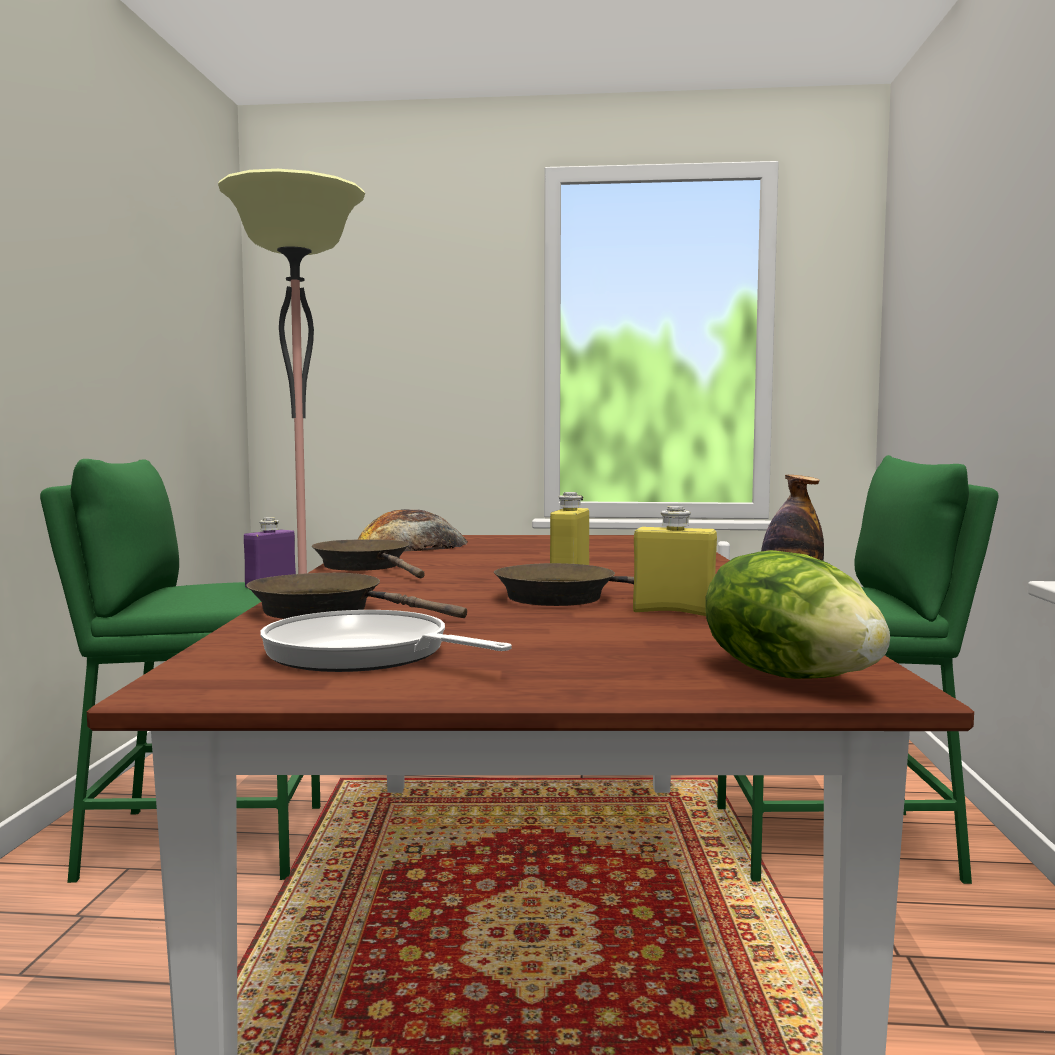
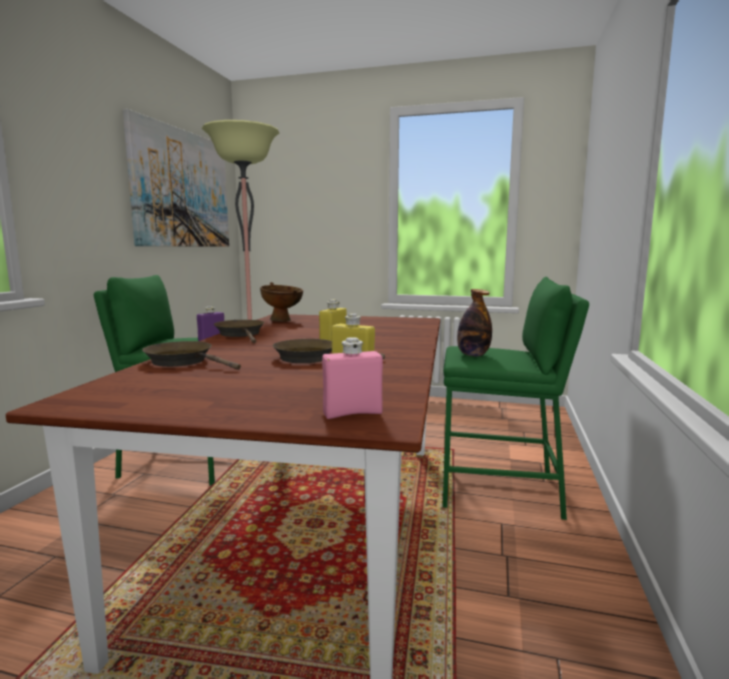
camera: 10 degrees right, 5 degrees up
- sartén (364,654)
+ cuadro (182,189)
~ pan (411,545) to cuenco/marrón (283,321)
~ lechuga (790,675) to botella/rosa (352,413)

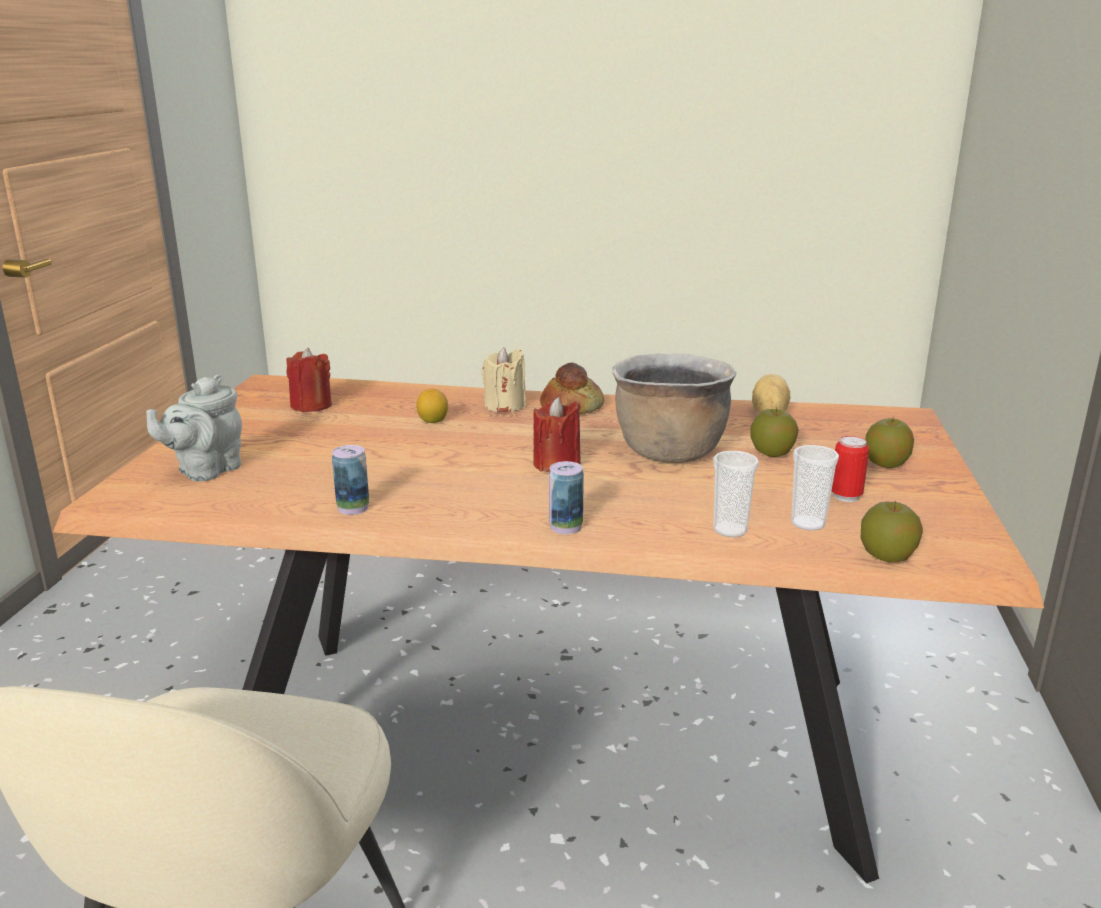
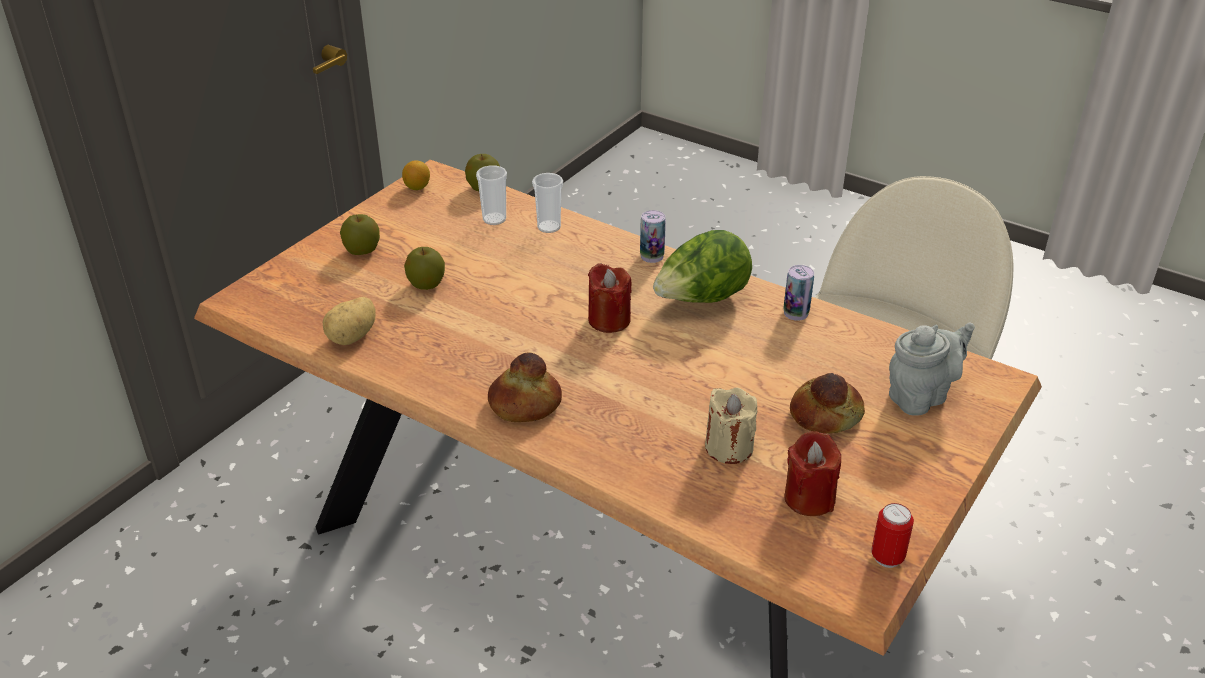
camera: 155 degrees left, 15 degrees up
- olla/marrón (668,452)
+ lechuga (701,300)
+ pan (825,414)
~ limón (433,421) to (417,187)
~ vela/beis (504,406) to (729,447)
~ lata (845,496) to (887,557)

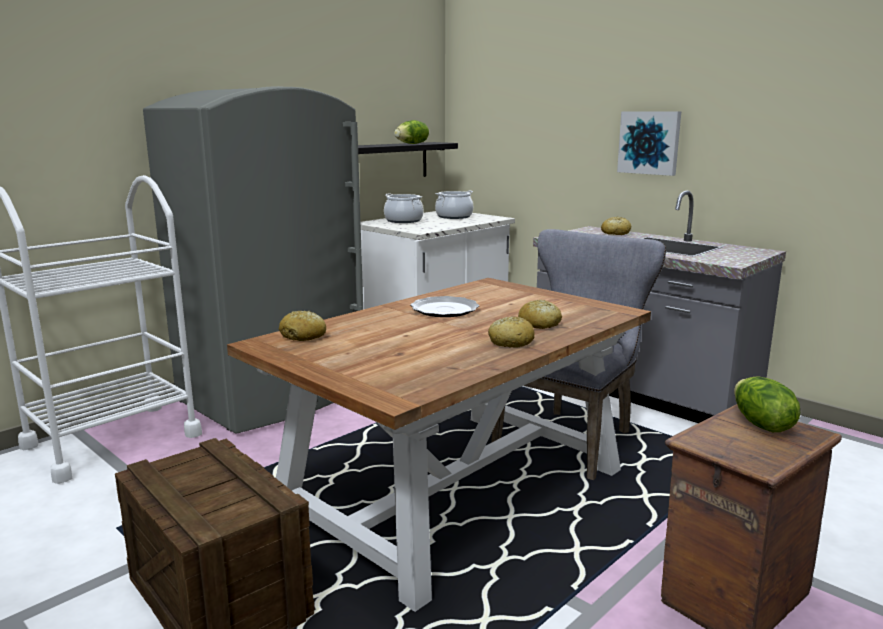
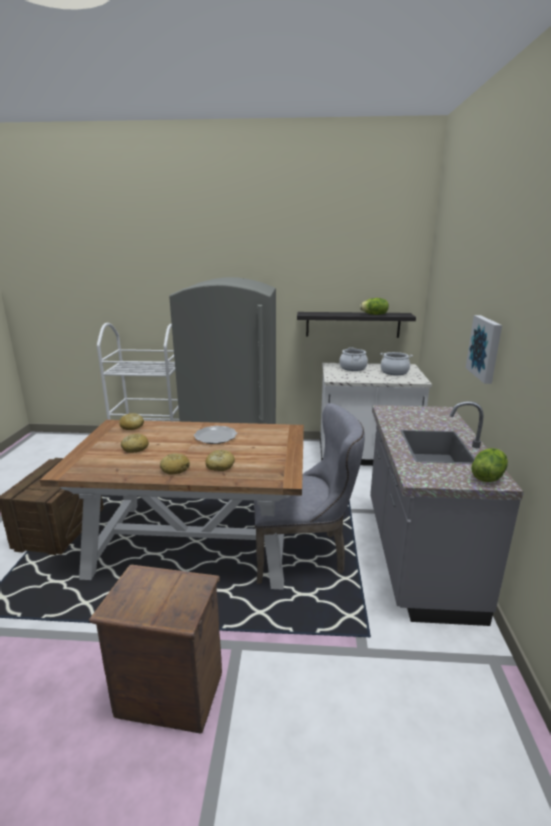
camera: 50 degrees right, 5 degrees up
~ pan (615,233) to (135,448)
~ lechuga (760,424) to (487,477)

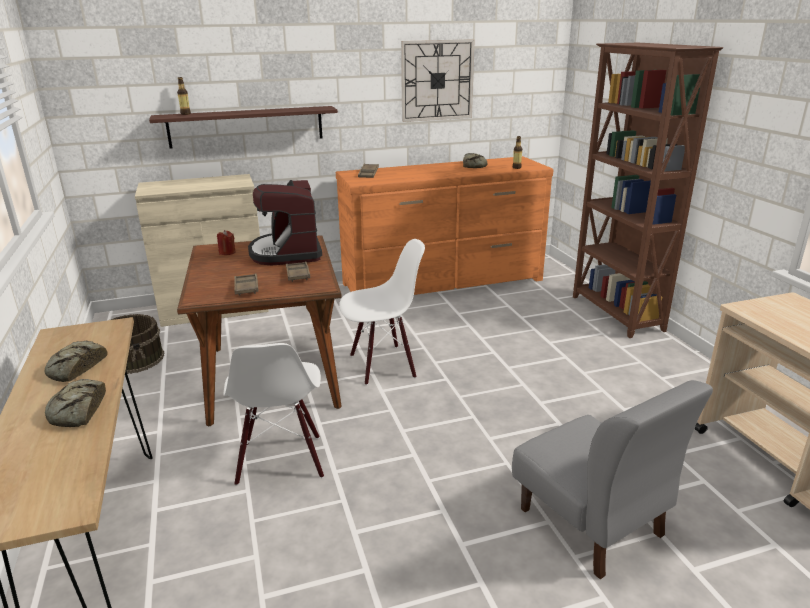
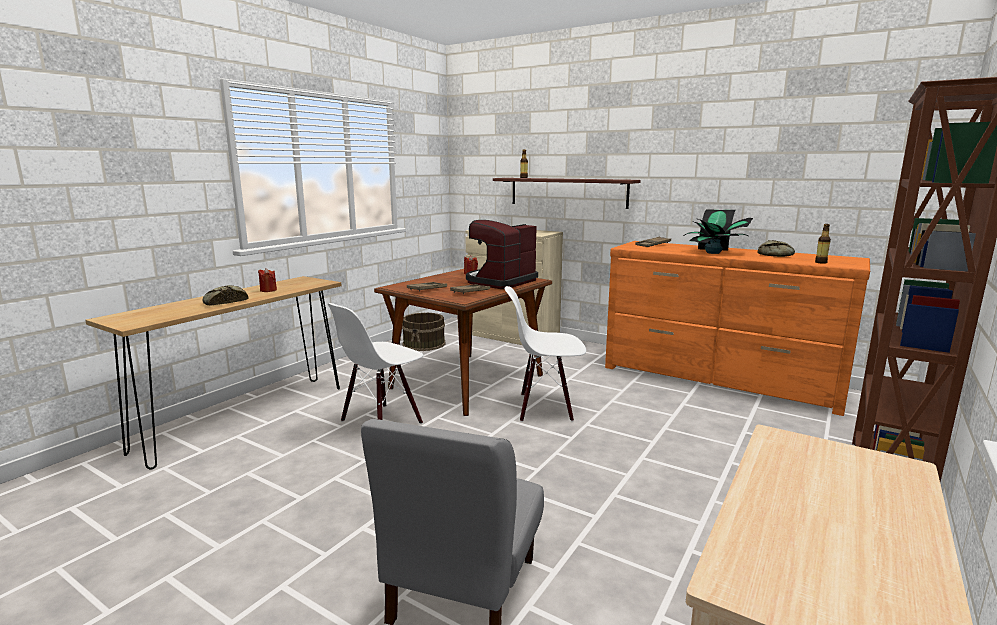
camera: 50 degrees right, 10 degrees down
- reloj de pared (437,80)
+ planta en maceta (714,253)
~ pan (75,368) to vela/rojo (268,290)
~ silla/blanco (383,365) = (545,407) 150 degrees clockwise

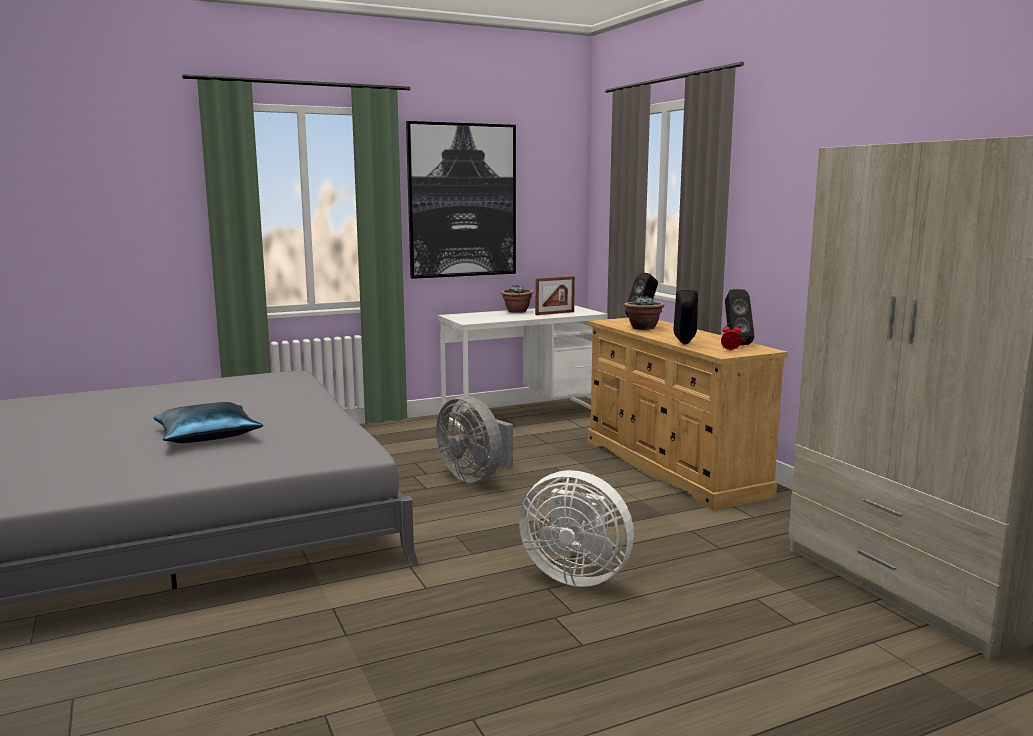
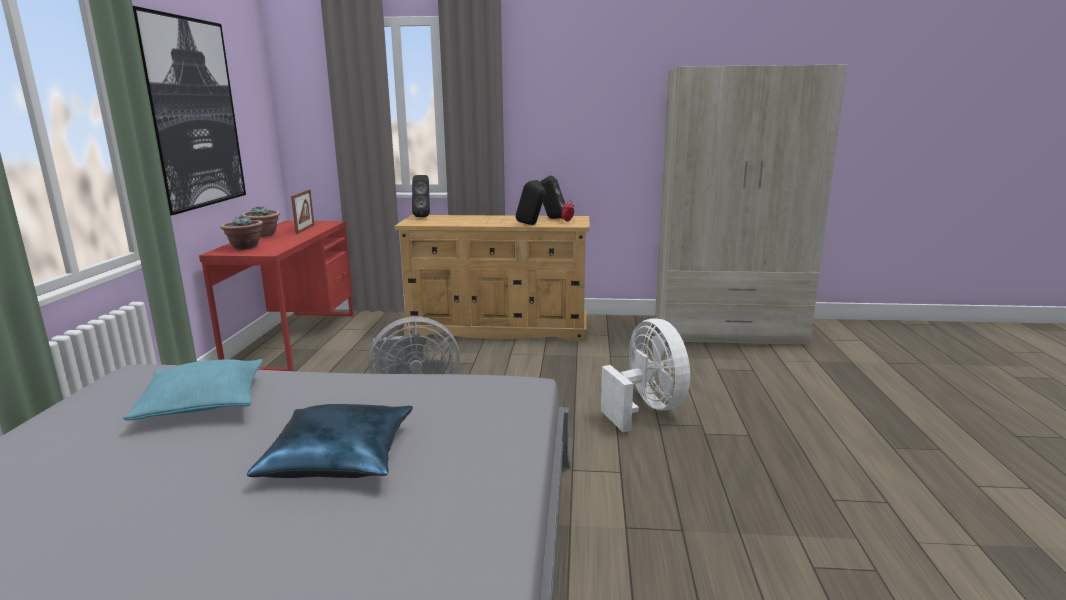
camera: 60 degrees left, 5 degrees up
+ cojín/turquesa (203,402)
~ planta en maceta (643,328) to (245,247)
~ escritorio/blanco (523,414) to escritorio/rojo (295,339)
~ ventilador/blanco (575,575) = (646,409) 75 degrees counterclockwise

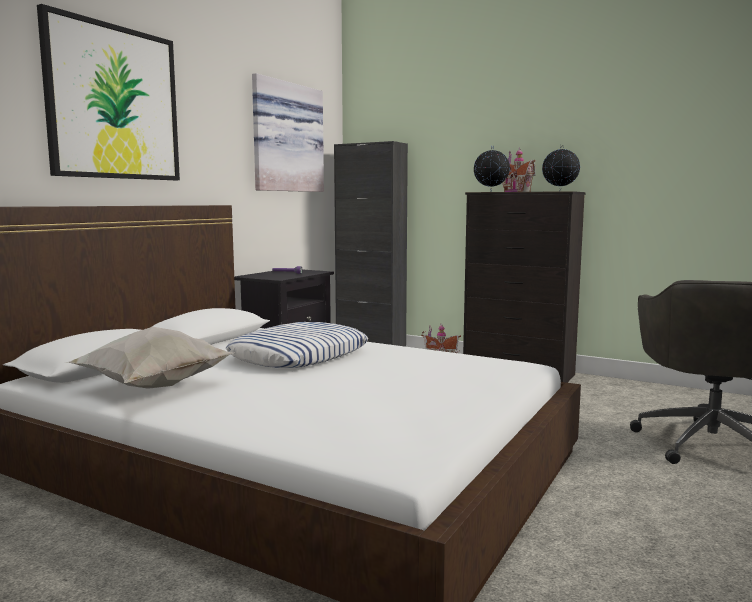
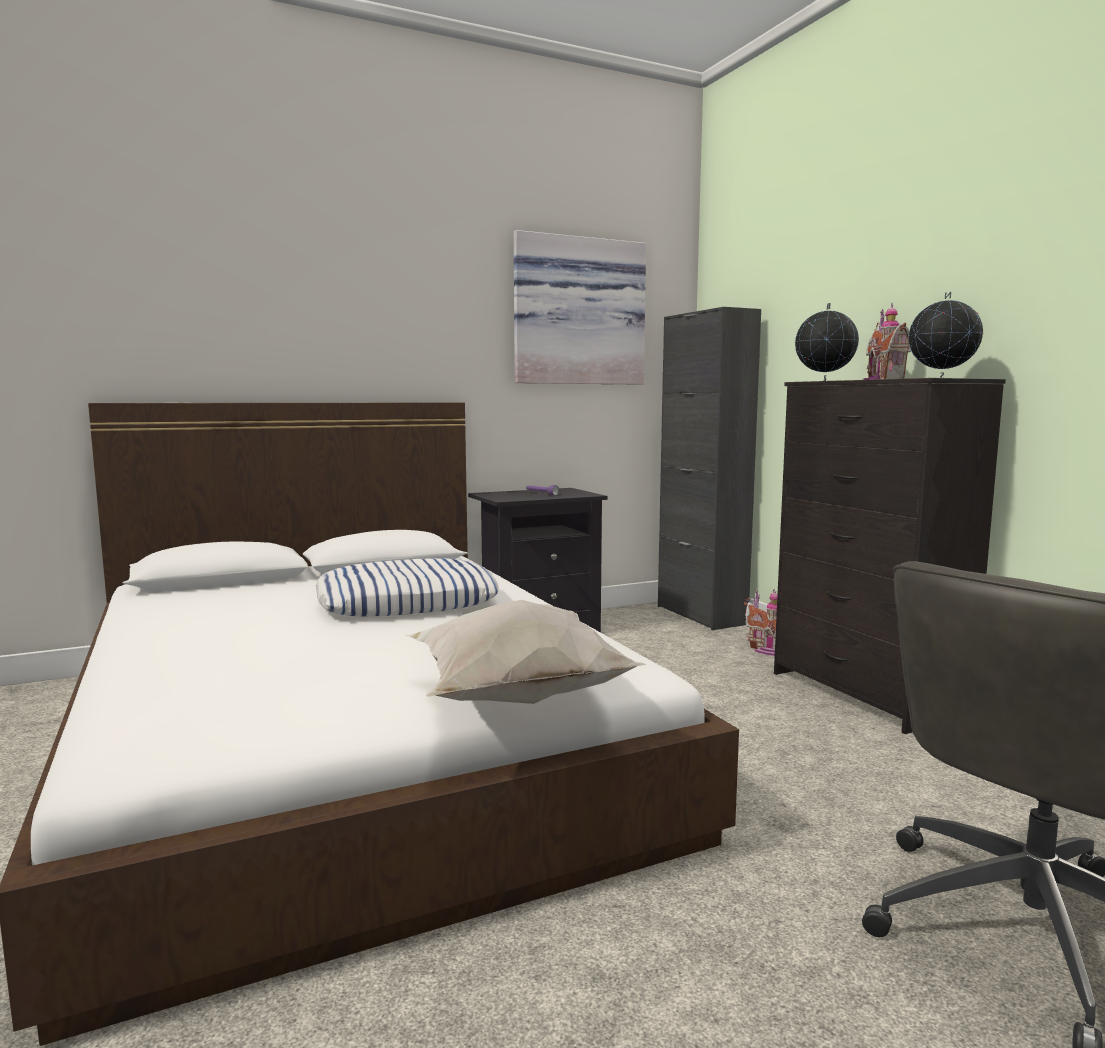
camera: 35 degrees right, 0 degrees up
- cuadro (114,103)
~ cojín/blanco (152,388) to (516,697)

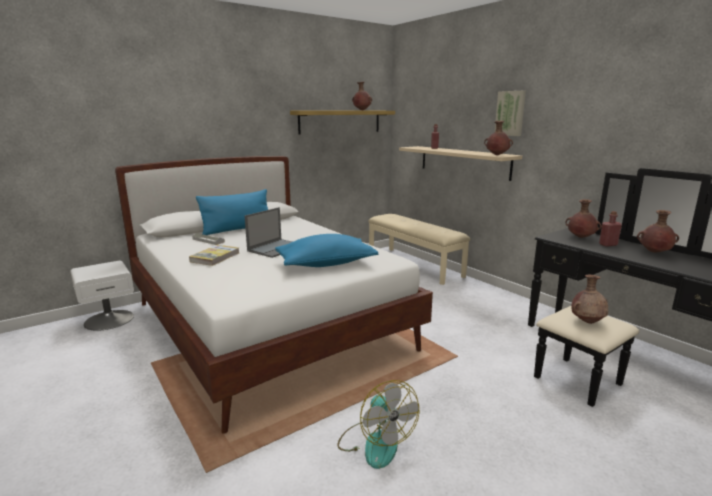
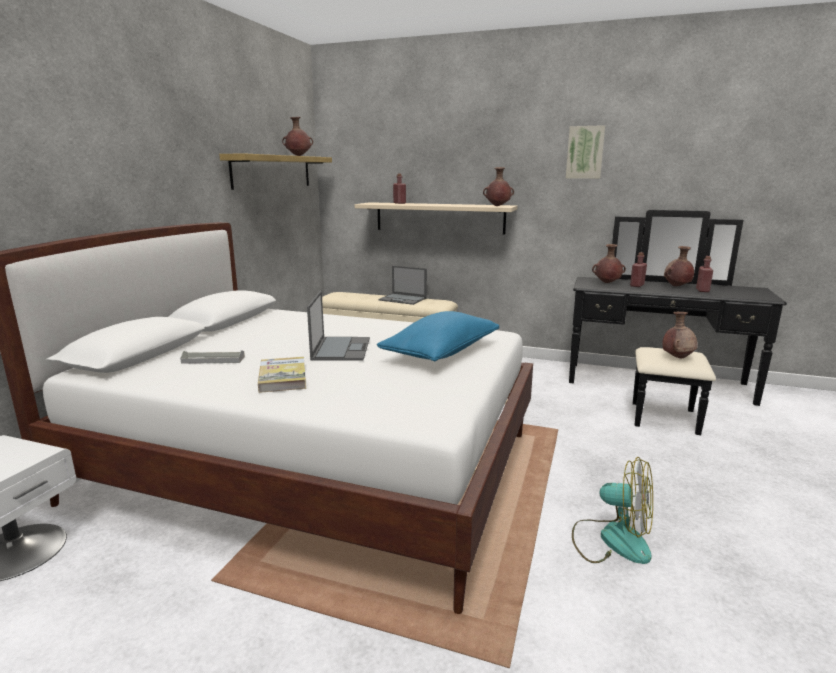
camera: 35 degrees left, 0 degrees up
- cojín/azul (238,229)
+ portátil (403,299)
+ botella/rojo (702,290)
~ cuadro (510,113) to (585,152)

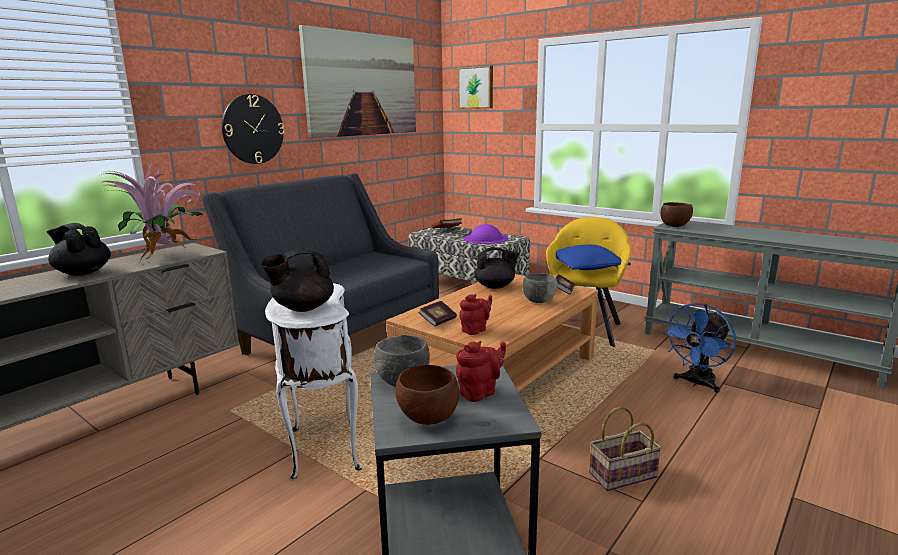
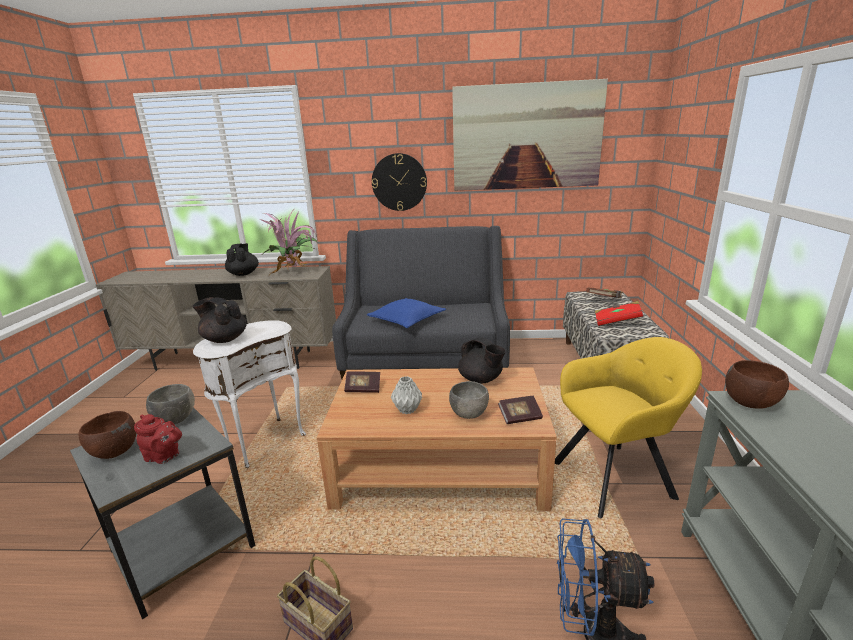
camera: 55 degrees right, 5 degrees up
- cuadro (476,87)
- tetera/rojo (475,330)
+ florero/gris (407,409)
~ cojín/azul (585,267) to (407,320)
~ sombrero/morado (485,238) to libro/rojo (616,322)

